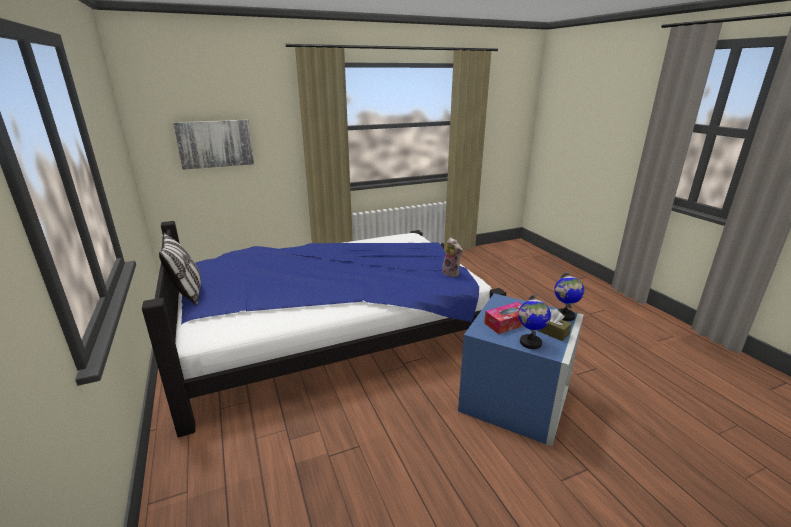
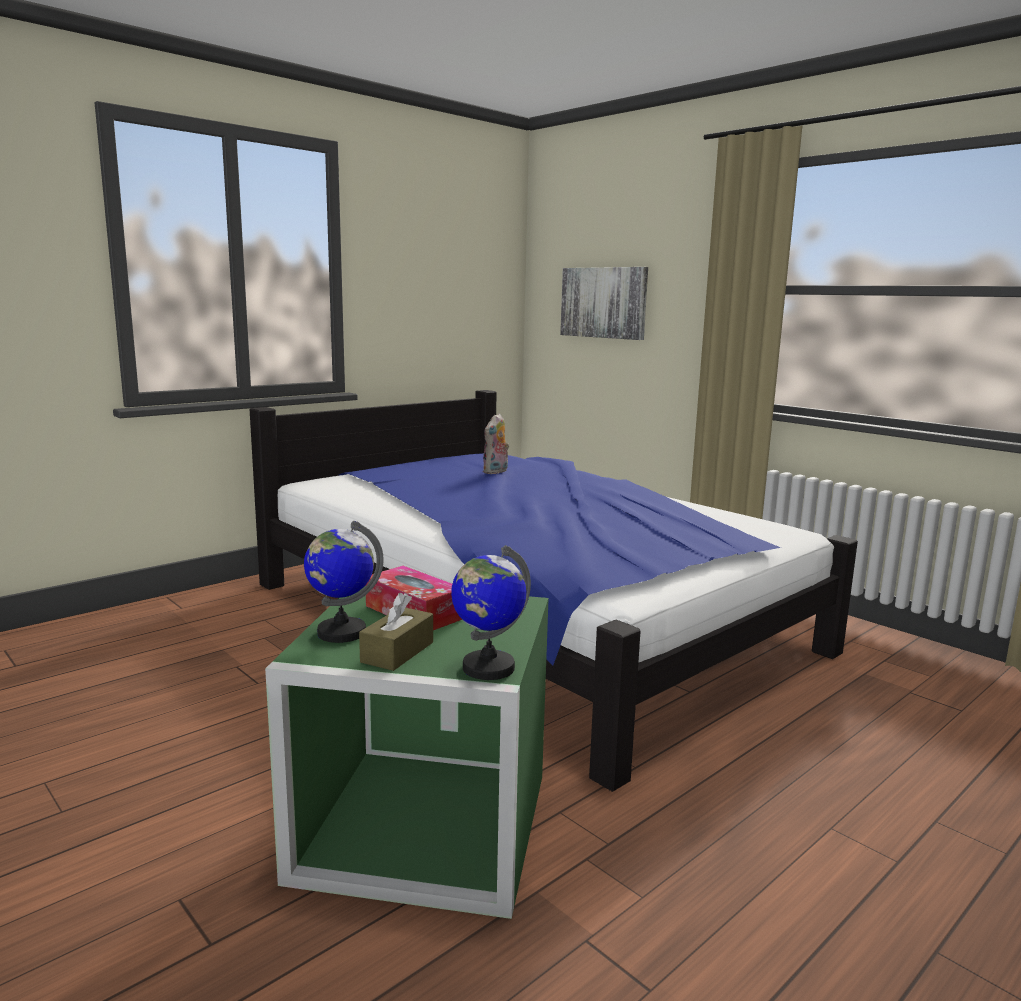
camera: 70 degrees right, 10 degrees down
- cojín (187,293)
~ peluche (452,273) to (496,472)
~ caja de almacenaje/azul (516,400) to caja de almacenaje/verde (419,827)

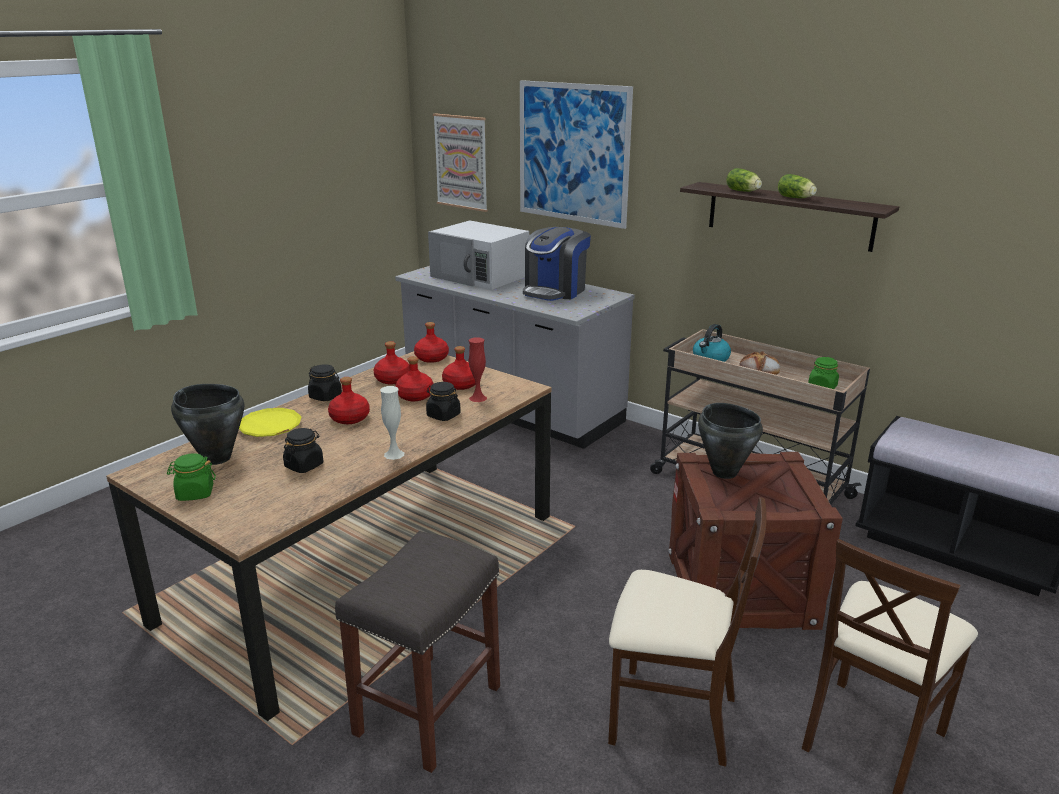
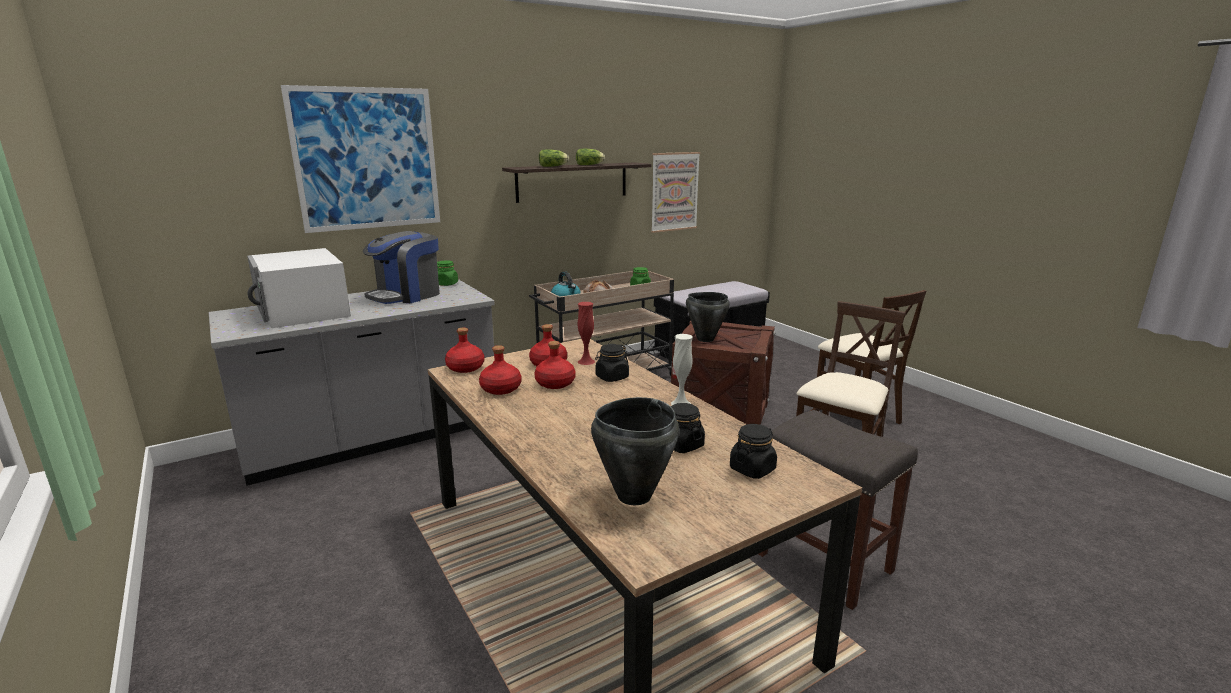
camera: 70 degrees left, 5 degrees down
- plato/amarillo (270,427)
- botella/rojo (350,418)
~ tarro/verde (195,493) to (446,284)
~ tarro/negro (325,396) to (752,469)
~ cuadro (461,162) to (674,192)
~ microondas/blanco (480,276) = (303,311) 90 degrees clockwise
~ cafetera (555,291) = (406,295) 75 degrees clockwise

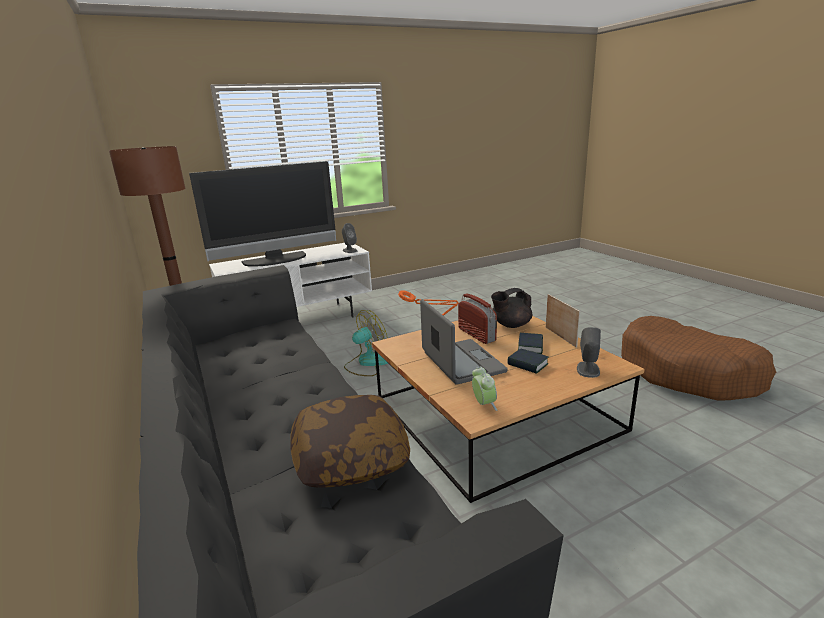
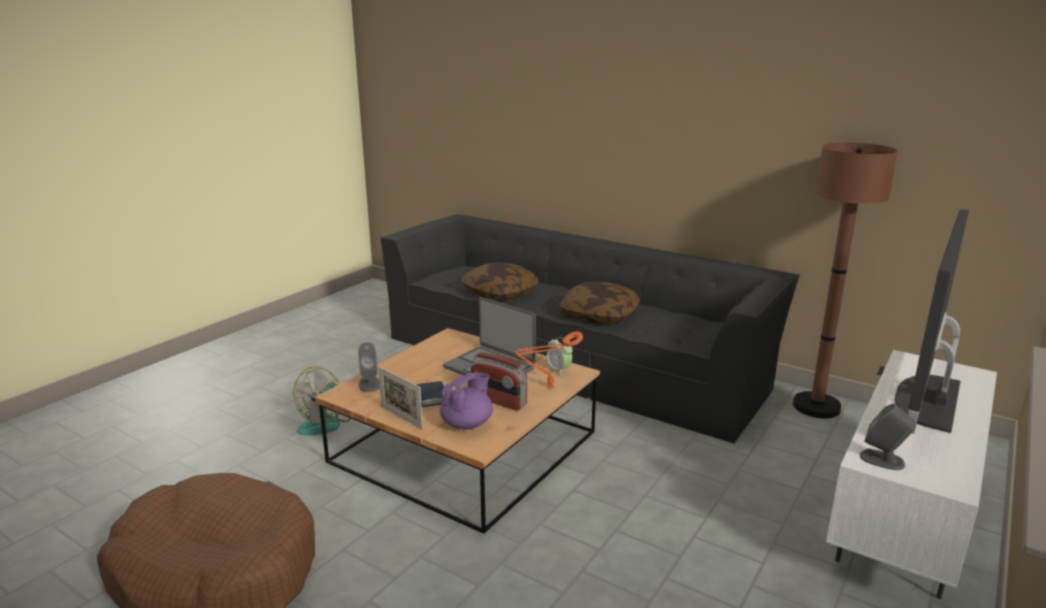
camera: 150 degrees right, 0 degrees up
- libro (527,364)
+ cojín (599,315)
~ ventilador (367,363) to (326,422)
~ despertador (484,404) to (559,370)
~ tetera/negro (510,325) to tetera/morado (467,423)

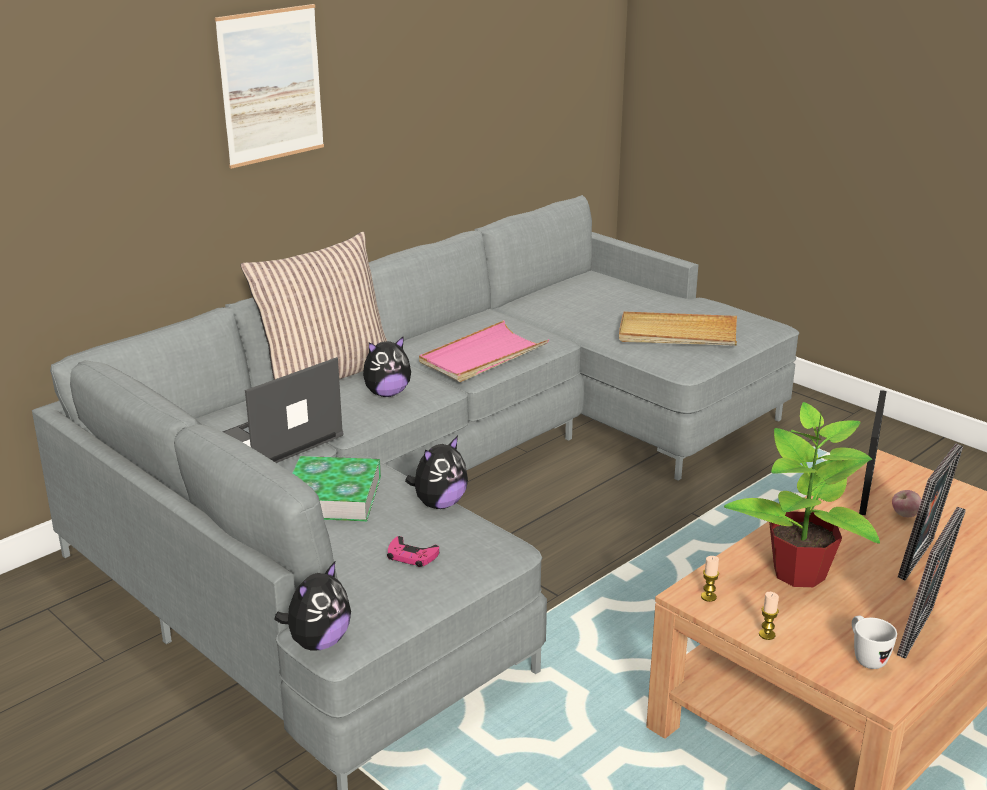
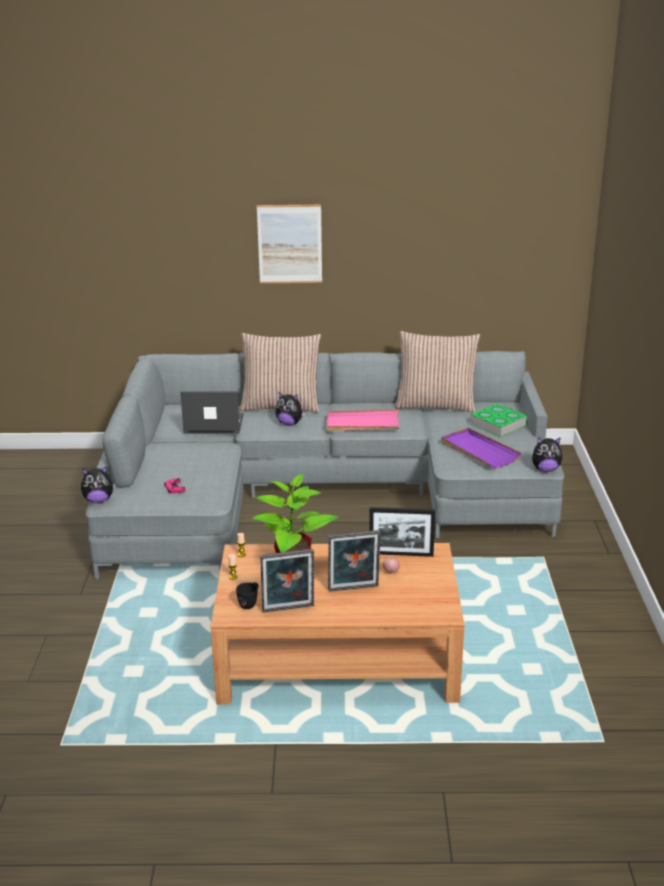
camera: 45 degrees right, 0 degrees up
+ cojín (436,405)
~ libro (333,496) to (498,424)
~ peluche (439,504) to (545,469)
~ bandeja/beis (677,334) to bandeja/morado (479,451)
~ taza grande/blanco (865,657) to taza grande/negro (249,603)
~ portarretratos (867,488) = (401,554) 150 degrees counterclockwise

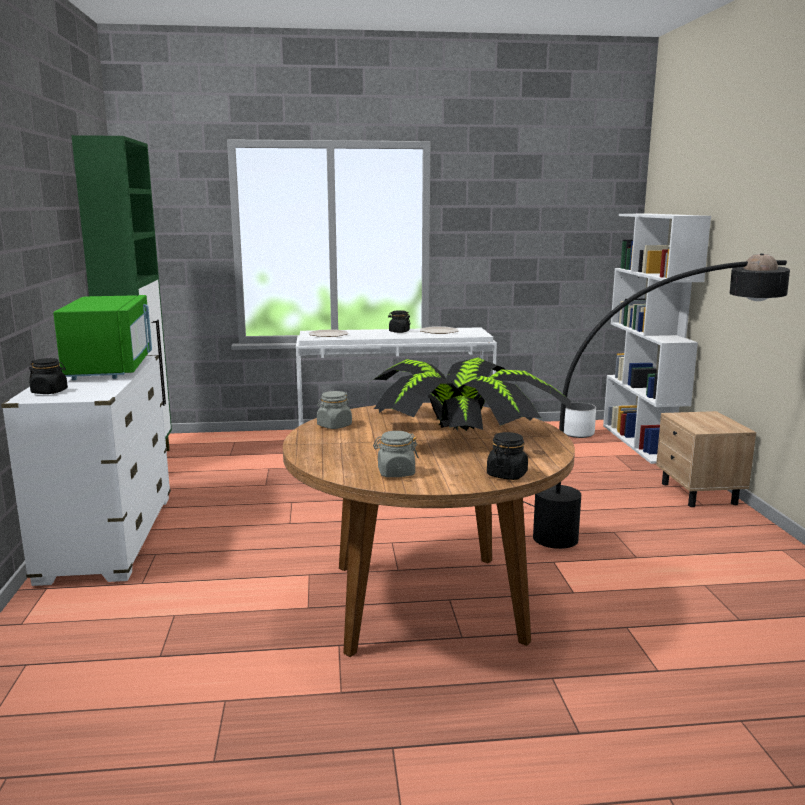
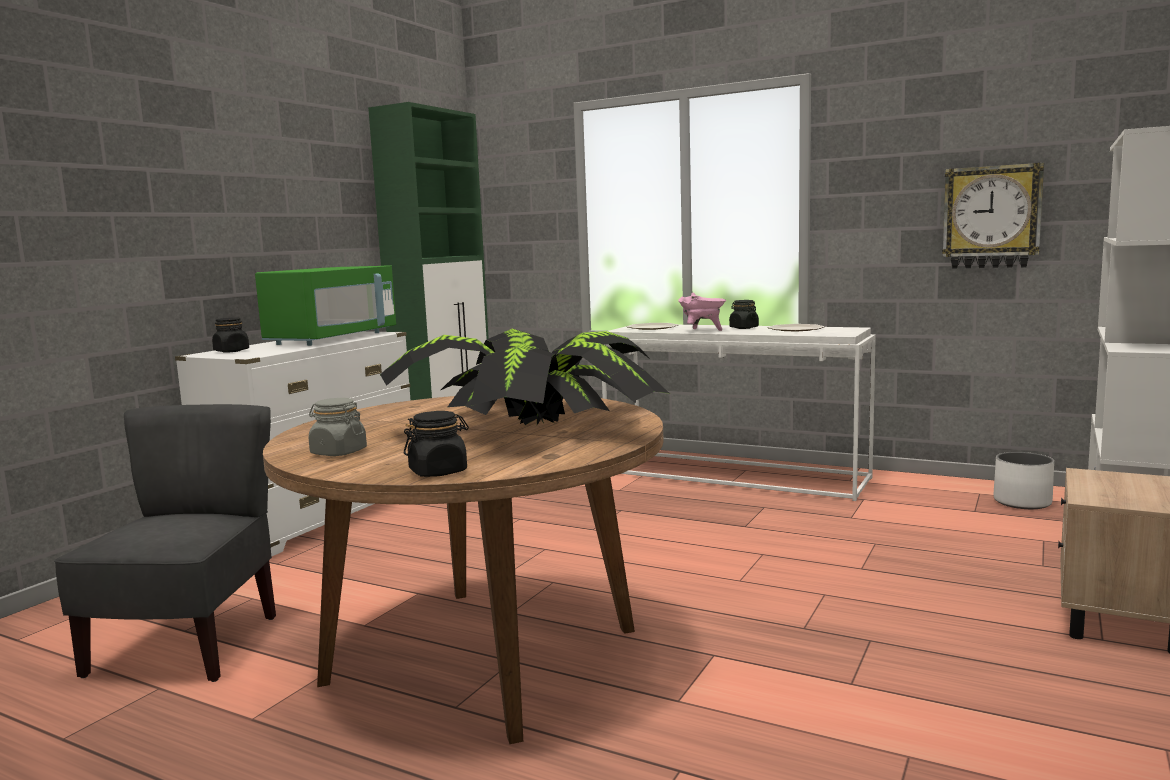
camera: 35 degrees right, 5 degrees down
- tarro/gris (334,426)
- lámpara de pie/negro (604,529)
+ silla/gris (188,646)
+ olla/rosa (702,331)
+ reloj de pared (991,217)

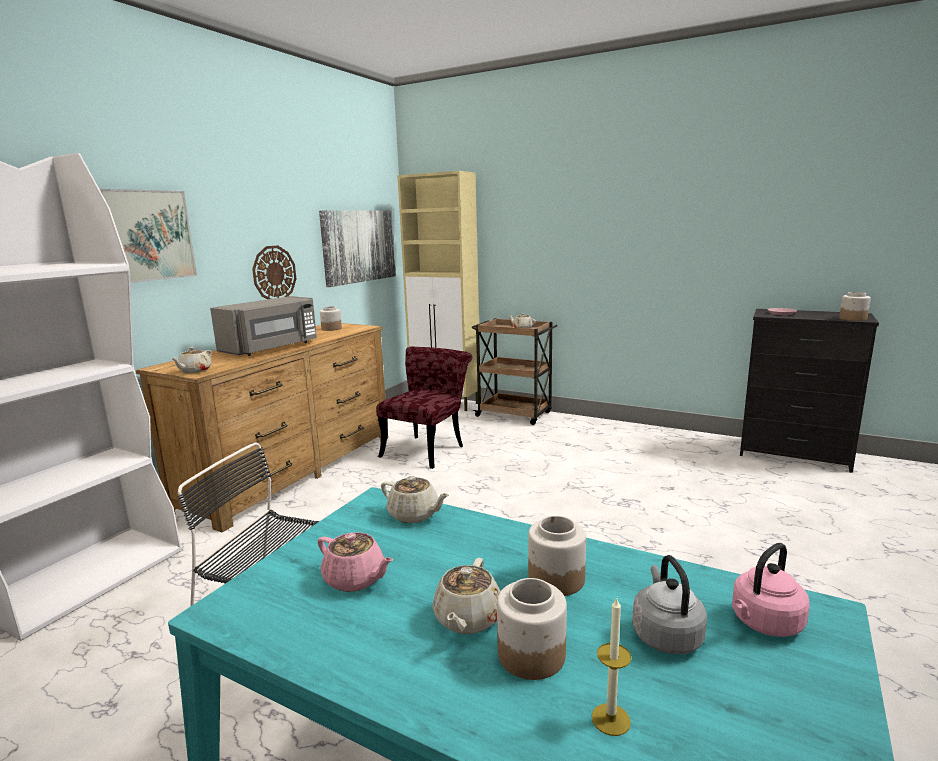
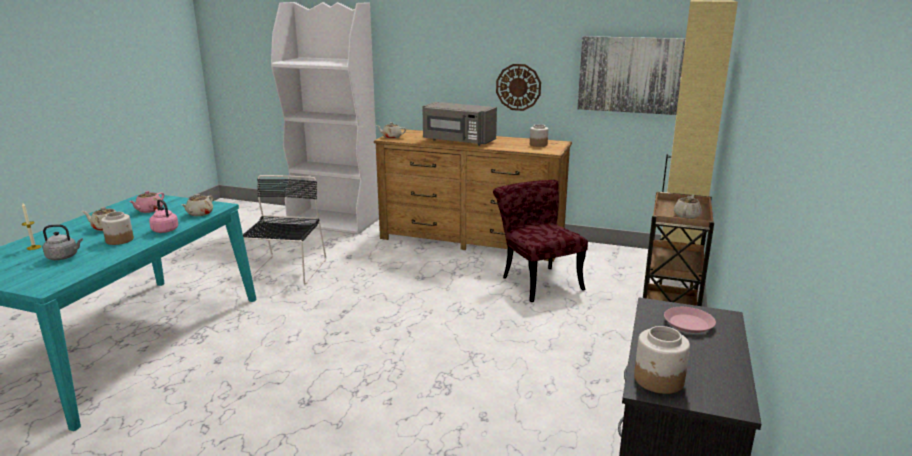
camera: 80 degrees right, 5 degrees up
- cuadro (148,235)
- tarro (530,654)
~ hervidor/rosa (764,623) to (164,230)
~ silla/rojo (427,448) = (537,280) 135 degrees counterclockwise

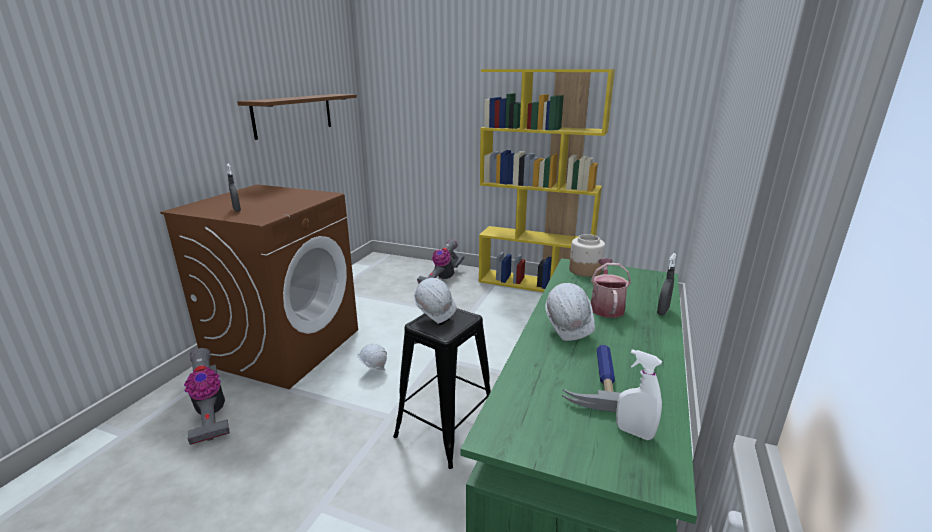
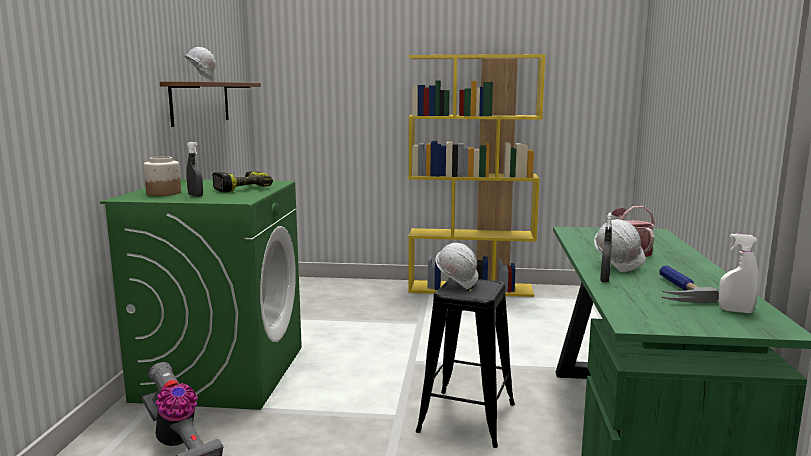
camera: 15 degrees left, 10 degrees down
- aspiradora (442,278)
+ taladro (241,188)
~ casco/blanco (373,371) to (201,81)
~ tarro (585,270) to (163,193)
~ pulverizador/gris (662,311) to (604,279)
~ lavadora/marrón (285,346) to lavadora/verde (221,372)

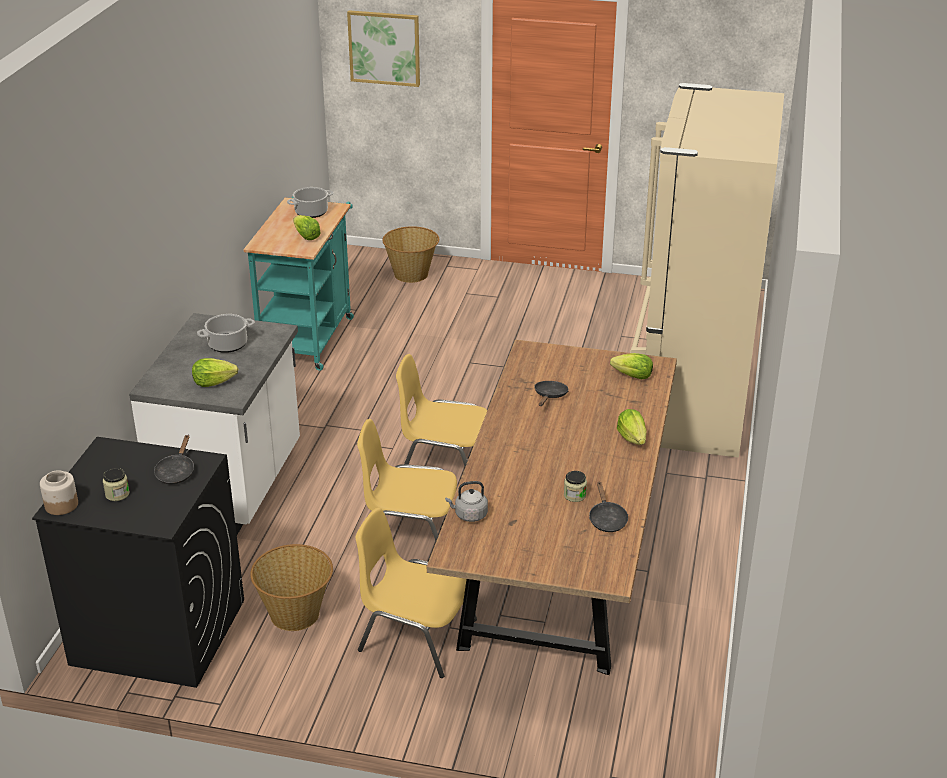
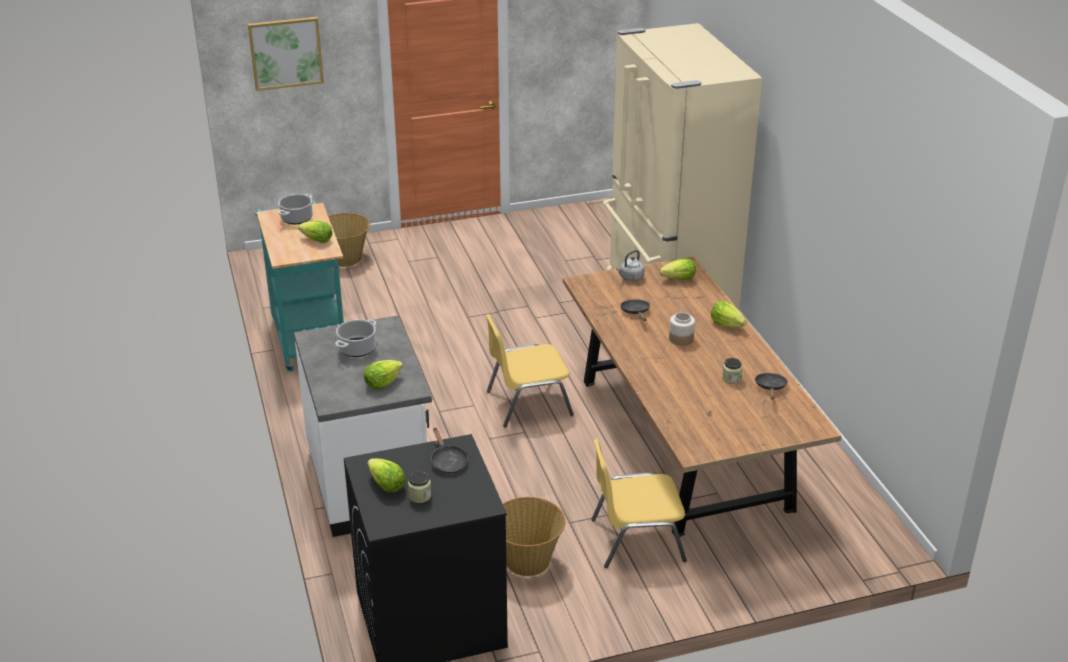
camera: 30 degrees left, 0 degrees up
- silla/amarillo (410,533)
+ lechuga (386,485)
~ tarro (61,505) to (680,339)
~ hervidor/gris (469,515) to (630,278)
~ sartén/negro (607,519) = (770,388) 135 degrees counterclockwise

